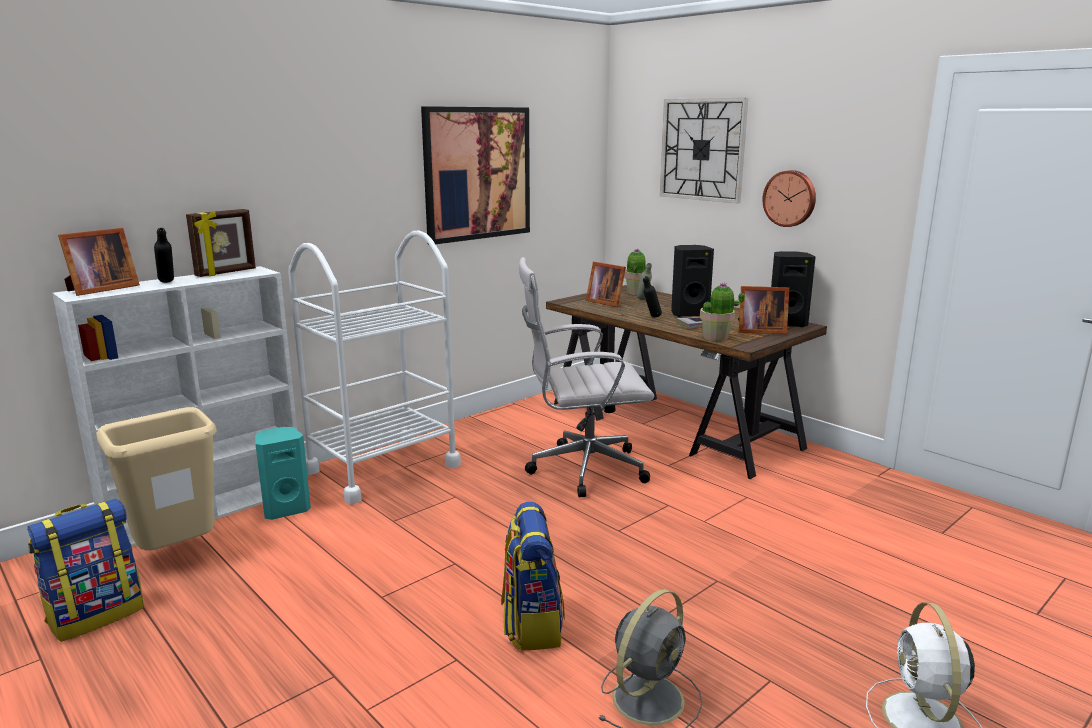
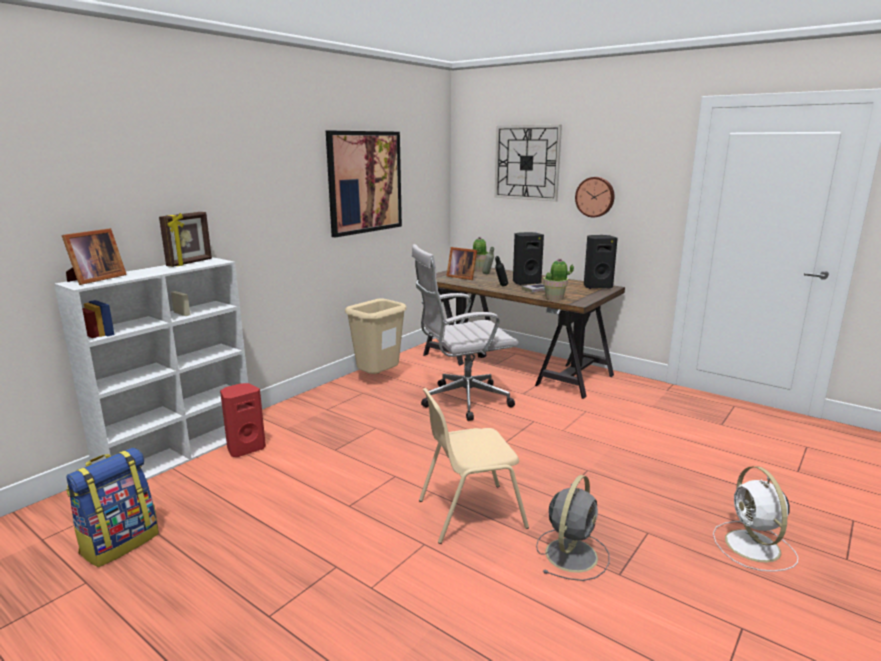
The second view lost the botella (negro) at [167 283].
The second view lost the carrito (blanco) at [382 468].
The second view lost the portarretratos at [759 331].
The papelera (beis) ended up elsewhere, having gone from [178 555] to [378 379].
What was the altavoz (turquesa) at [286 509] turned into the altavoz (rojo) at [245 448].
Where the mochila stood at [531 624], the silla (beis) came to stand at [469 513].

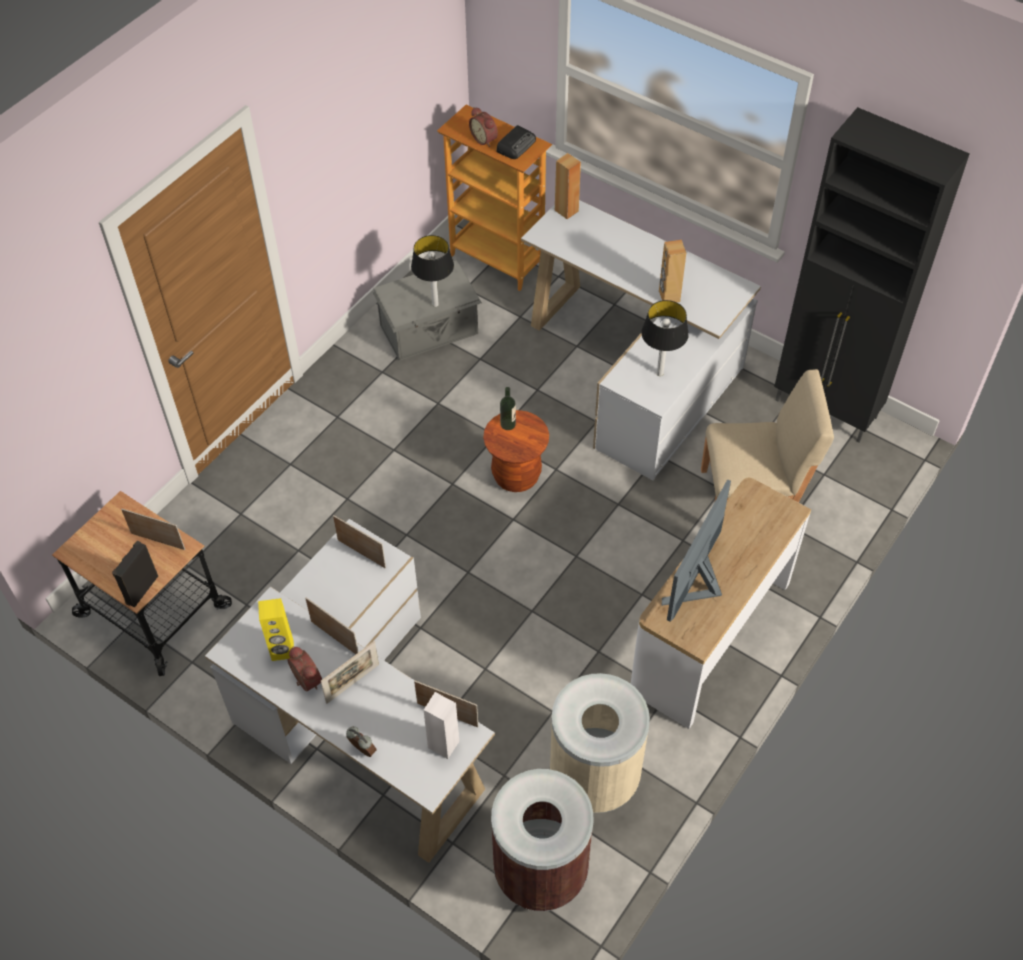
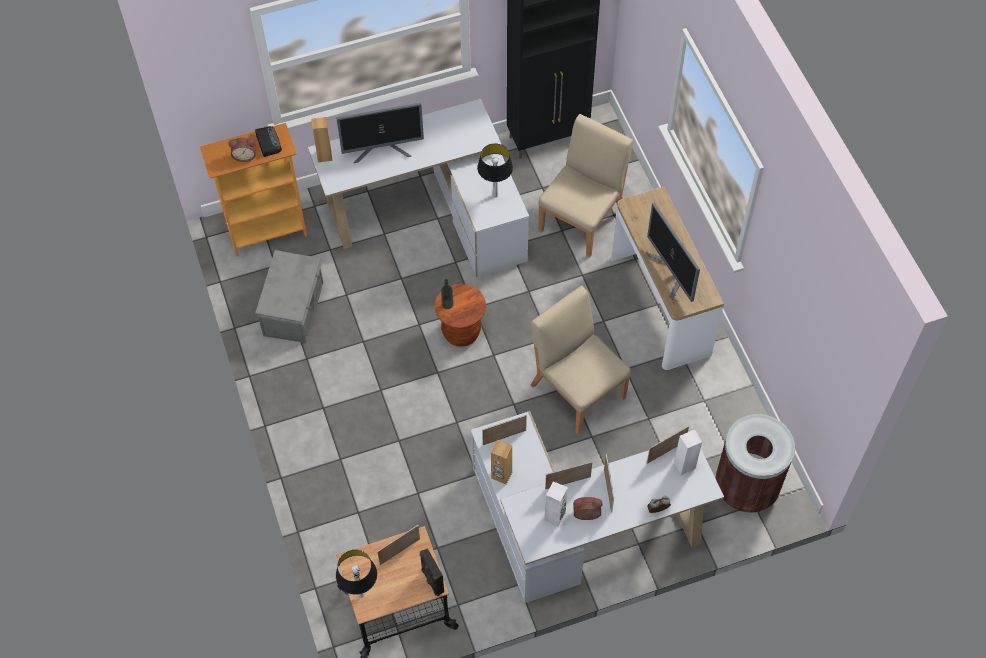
The lámpara de mesa ended up elsewhere, having gone from [435 304] to [360 594].
The altavoz (marrón) ended up elsewhere, having gone from [669 296] to [501 475].
What was the altavoz (amarillo) at [282 650] turned into the altavoz (blanco) at [555 516].
The second view lost the papelera (beis) at [594 776].
The second view gained the monitor at [383 150].
The second view gained the silla (beis) at [577 390].

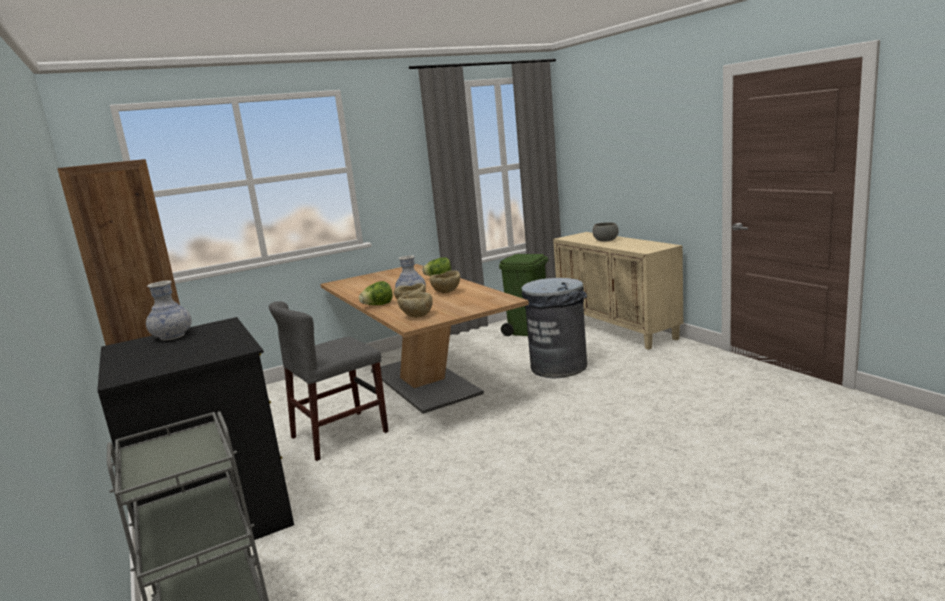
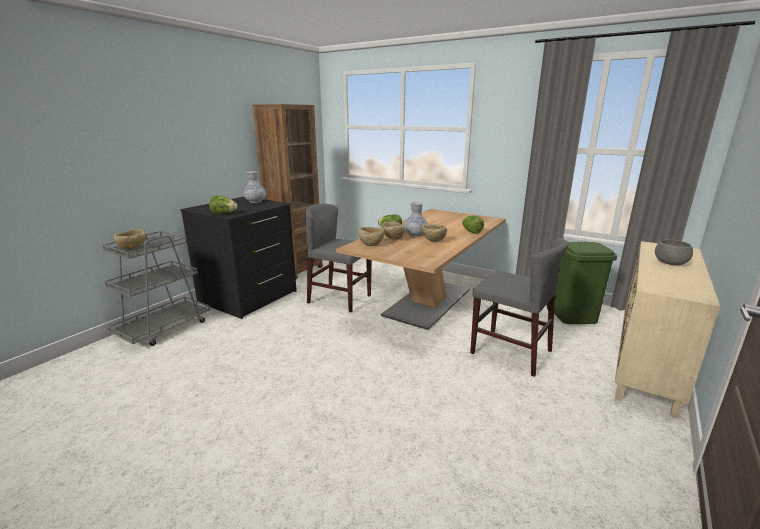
Where the papelera (gris) stood at [558 367], the silla (gris) came to stand at [510 352].
The second view gained the lechuga at [224 214].
The second view gained the cuenco (beis) at [133 249].

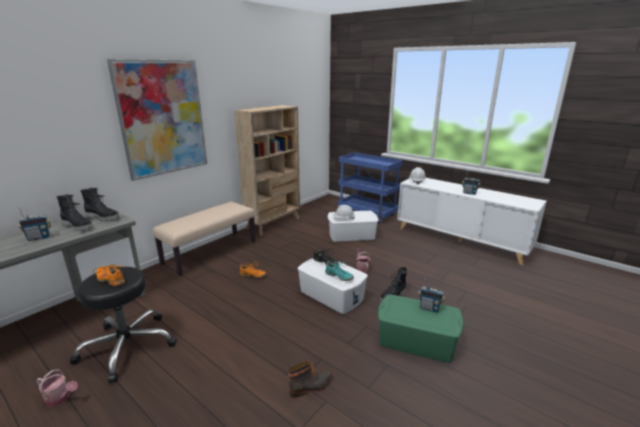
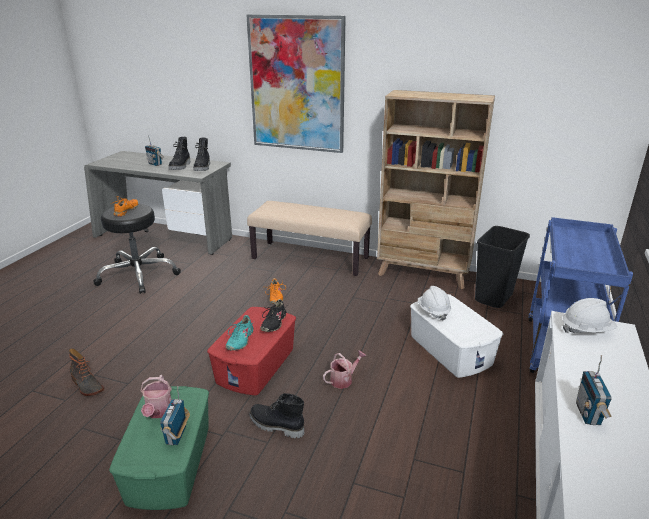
What was the caja de almacenaje (blanco) at [331 295] turned into the caja de almacenaje (rojo) at [256 365].
The regadera ended up elsewhere, having gone from [60 398] to [158 412].
The second view gained the papelera (negro) at [493 297].

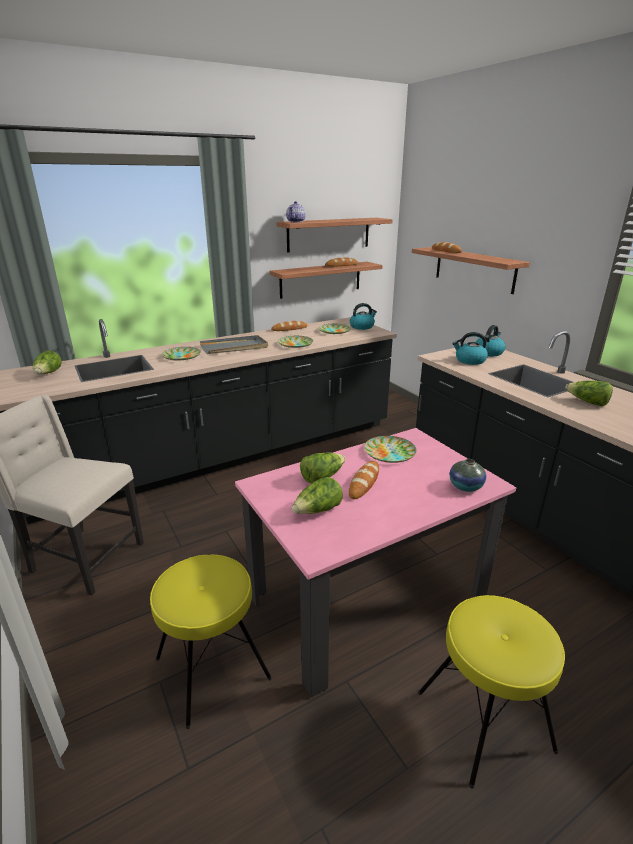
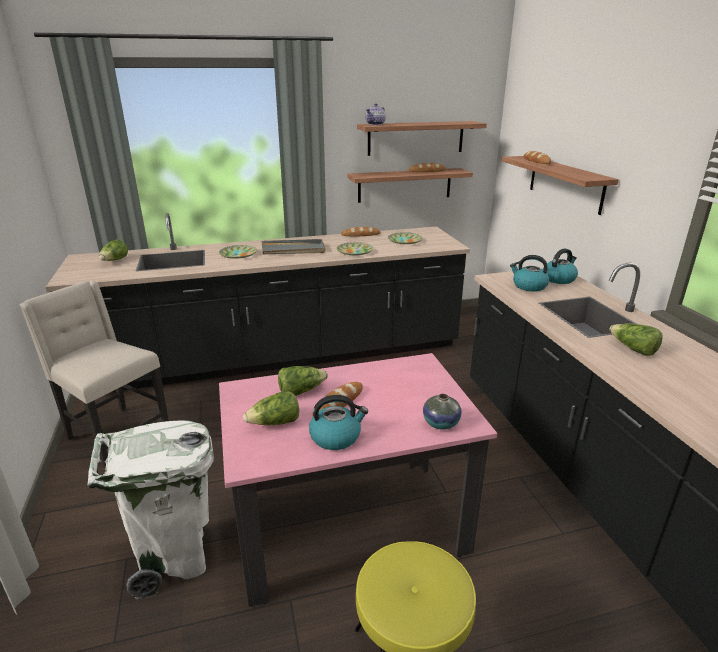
The hervidor ended up elsewhere, having gone from [362 327] to [336 437].
The second view lost the plato at [390 452].
Where the taburete (amarillo) stood at [211 668], the papelera (blanco) came to stand at [175 557].

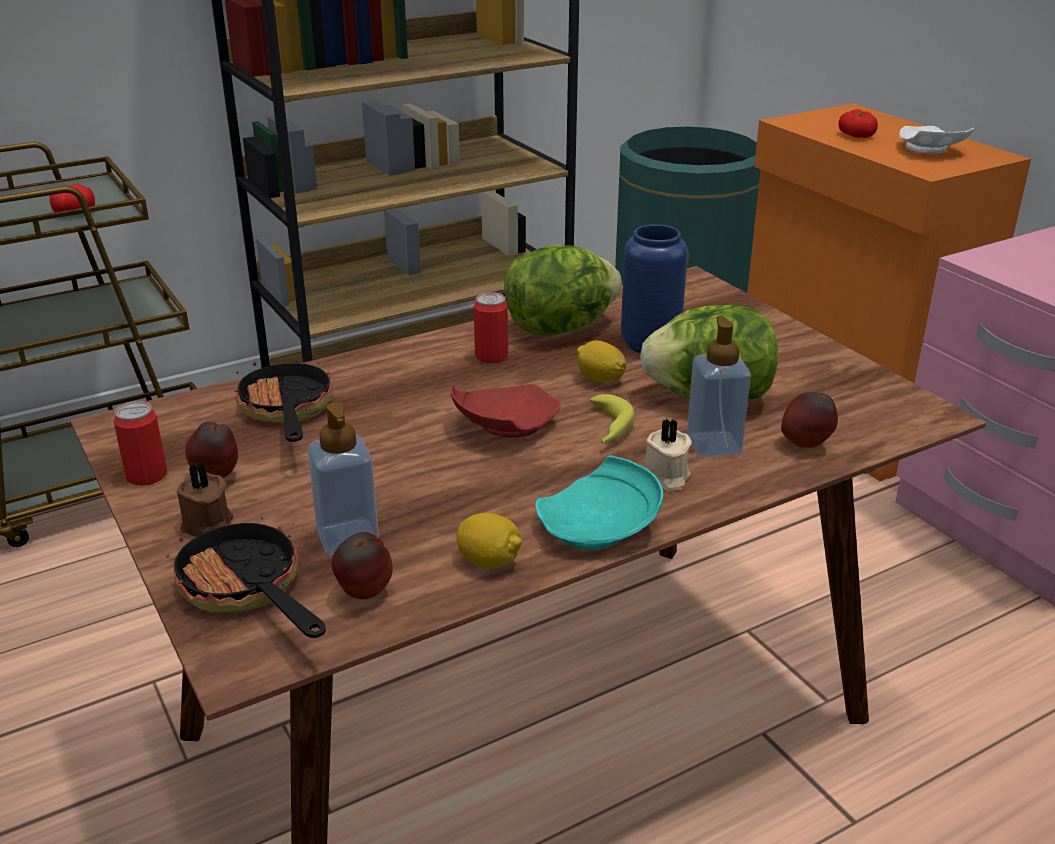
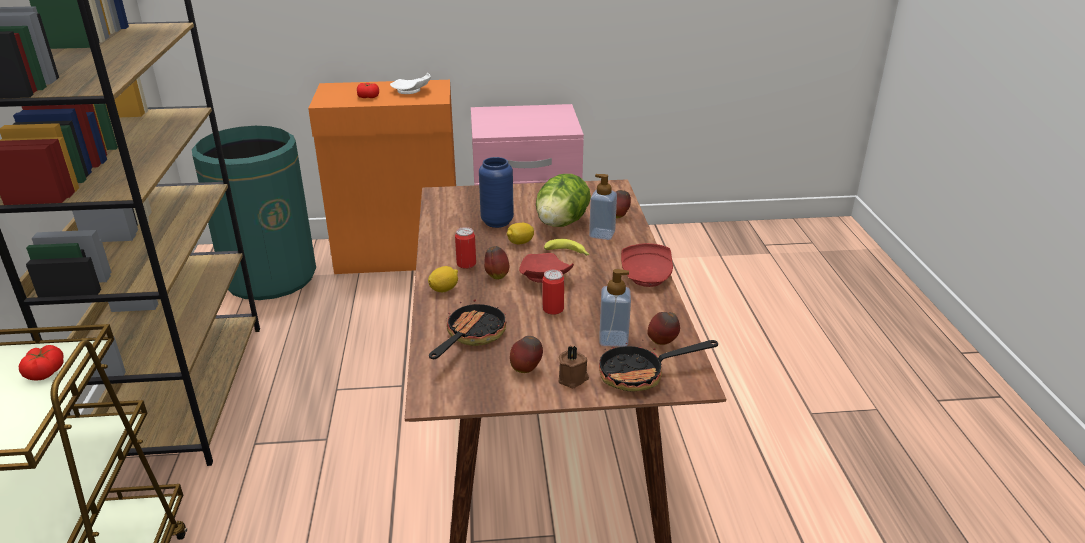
The second view lost the lechuga at [560 328].
The sartén at [287 412] ended up facing another way, 105 degrees clockwise from before.
The lata ended up elsewhere, having gone from [146 475] to [553 309].
The second view lost the vela (beis) at [665 478].
What was the plato (turquesa) at [600 528] turned into the plato (rojo) at [647 276].
The limón ended up elsewhere, having gone from [489 561] to [444 289].
The second view gained the manzana at [496 276].

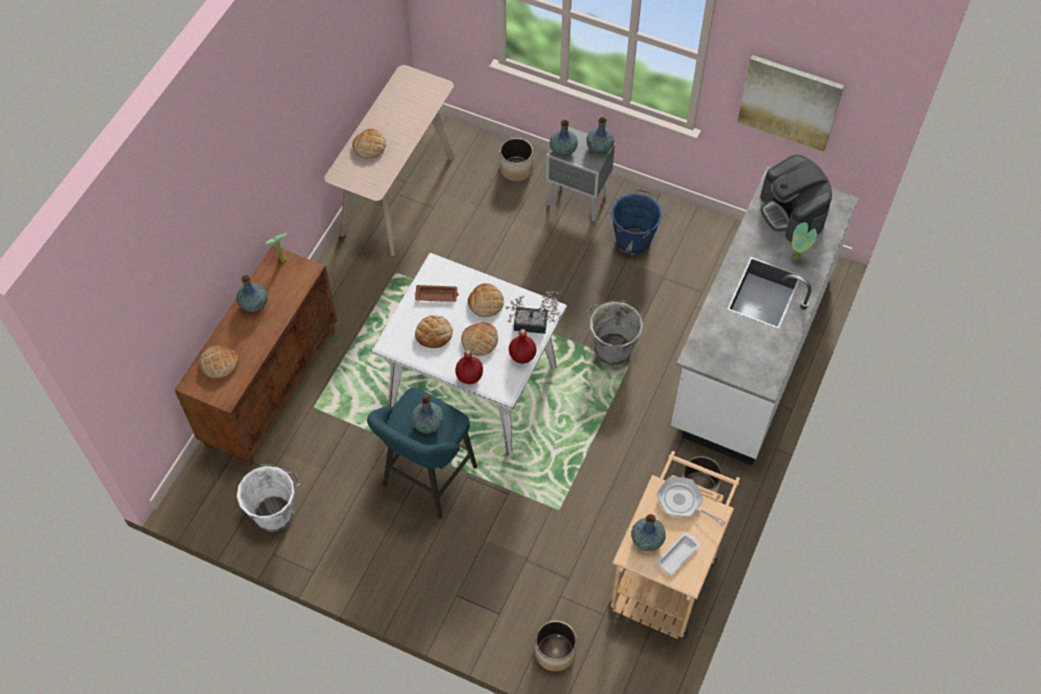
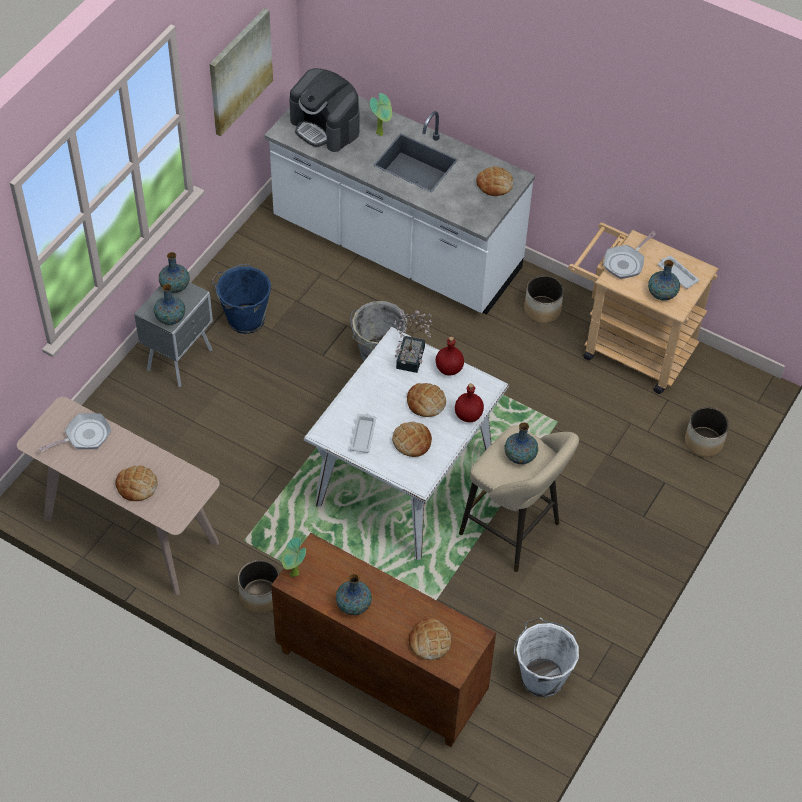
The maceta ended up elsewhere, having gone from [516 169] to [260 595].
The cafetera at [792 212] ended up facing another way, 60 degrees clockwise from before.
The pan ended up elsewhere, having gone from [485 302] to [495 184].
What was the bandeja (marrón) at [437 295] turned into the bandeja (blanco) at [363 434].
What was the taburete (turquesa) at [426 480] turned into the taburete (beis) at [514 531].
The second view gained the sartén at [84 436].

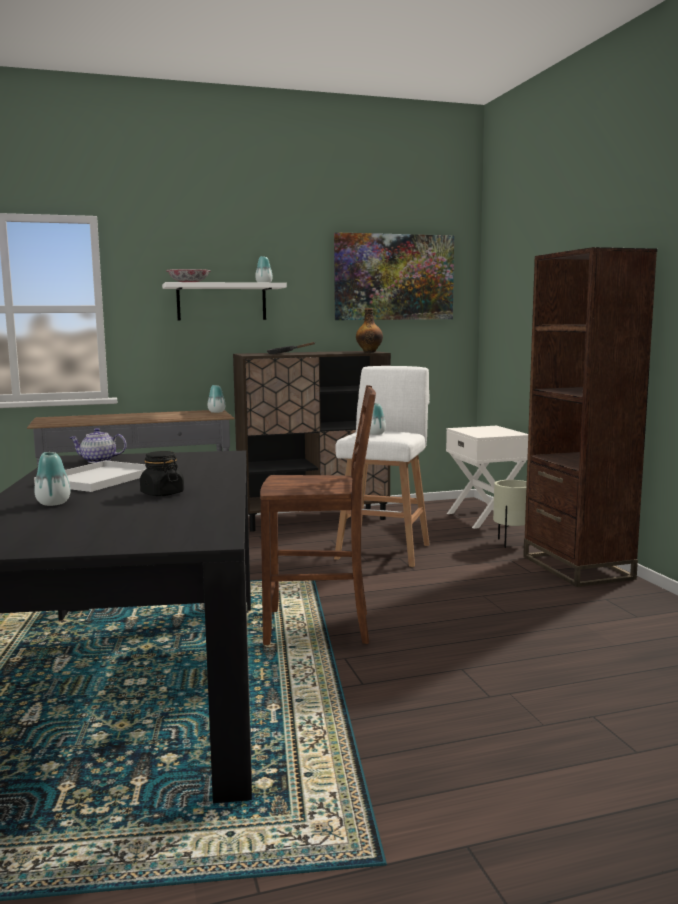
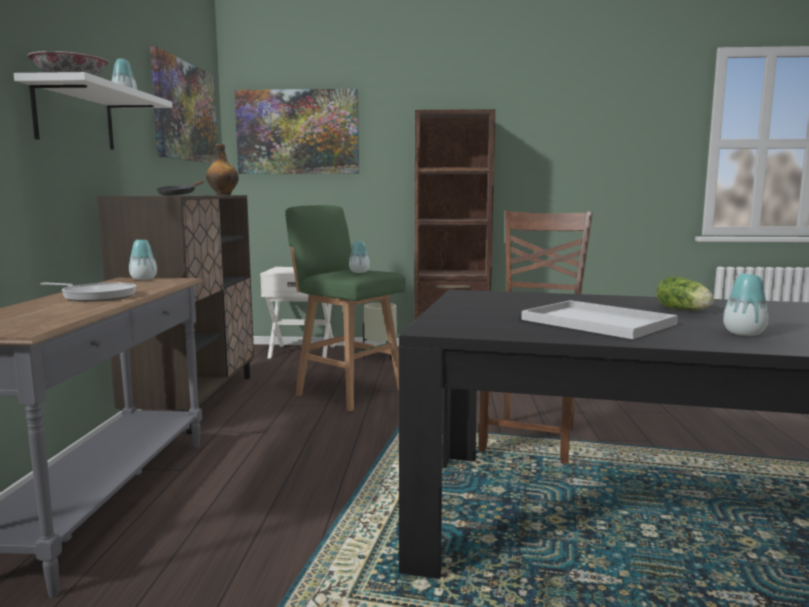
What was the taburete (blanco) at [384 550] turned into the taburete (verde) at [347 392].
The second view lost the tetera at [98 461].
Where the tarro (negro) stood at [162 493], the lechuga came to stand at [684 310].
The second view gained the cuadro at [297 132].
The second view gained the sartén at [96 296].

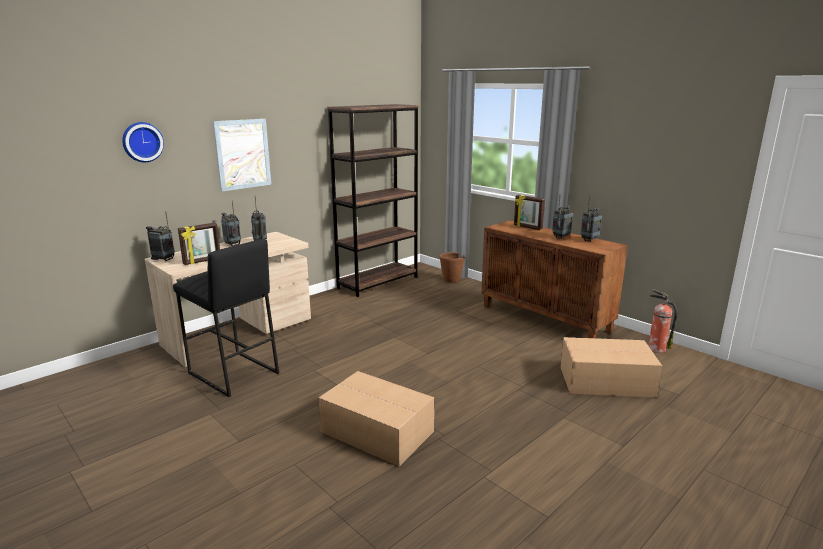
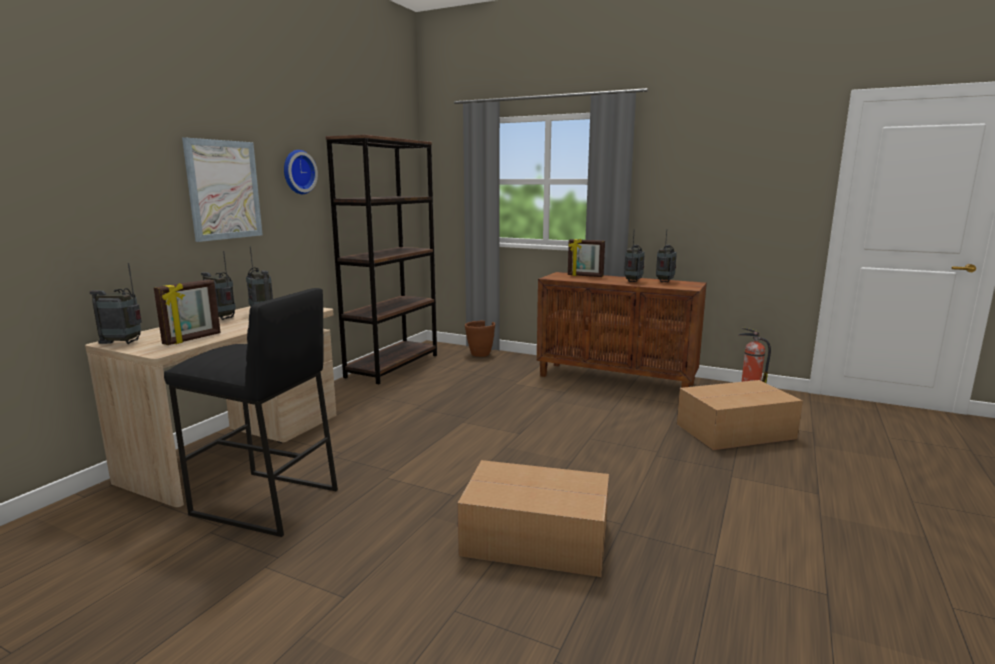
The reloj de pared ended up elsewhere, having gone from [142 142] to [297 172].

